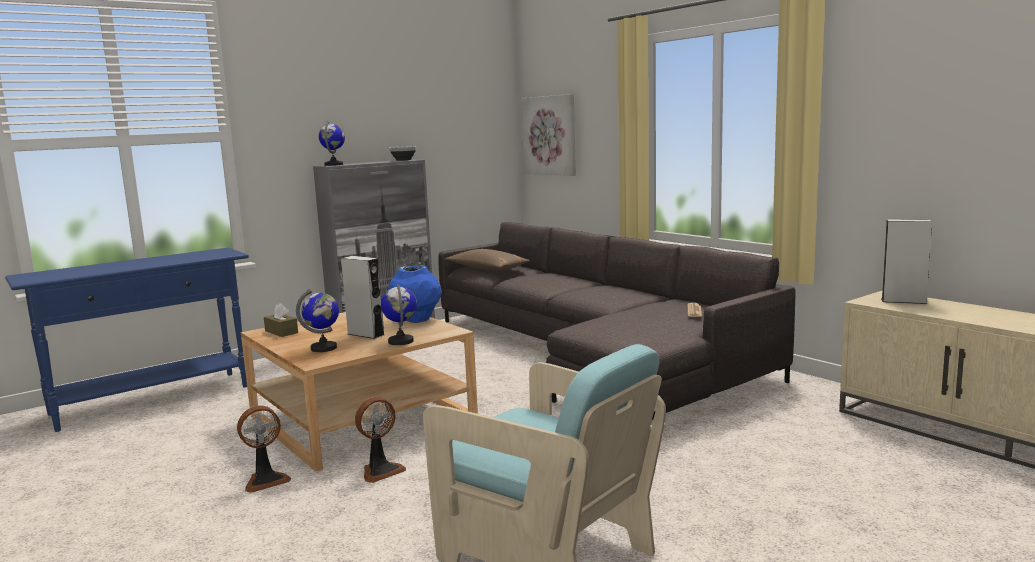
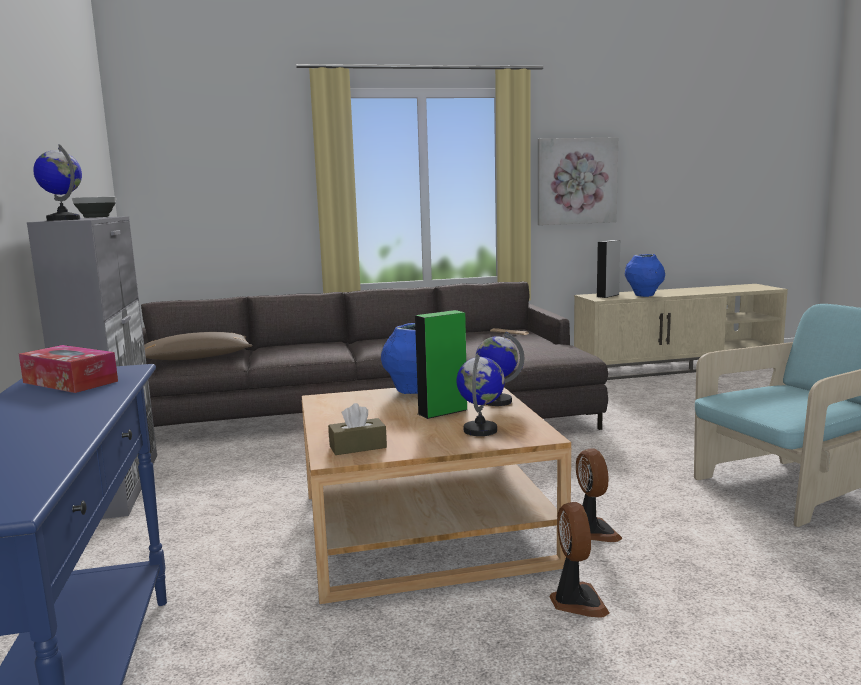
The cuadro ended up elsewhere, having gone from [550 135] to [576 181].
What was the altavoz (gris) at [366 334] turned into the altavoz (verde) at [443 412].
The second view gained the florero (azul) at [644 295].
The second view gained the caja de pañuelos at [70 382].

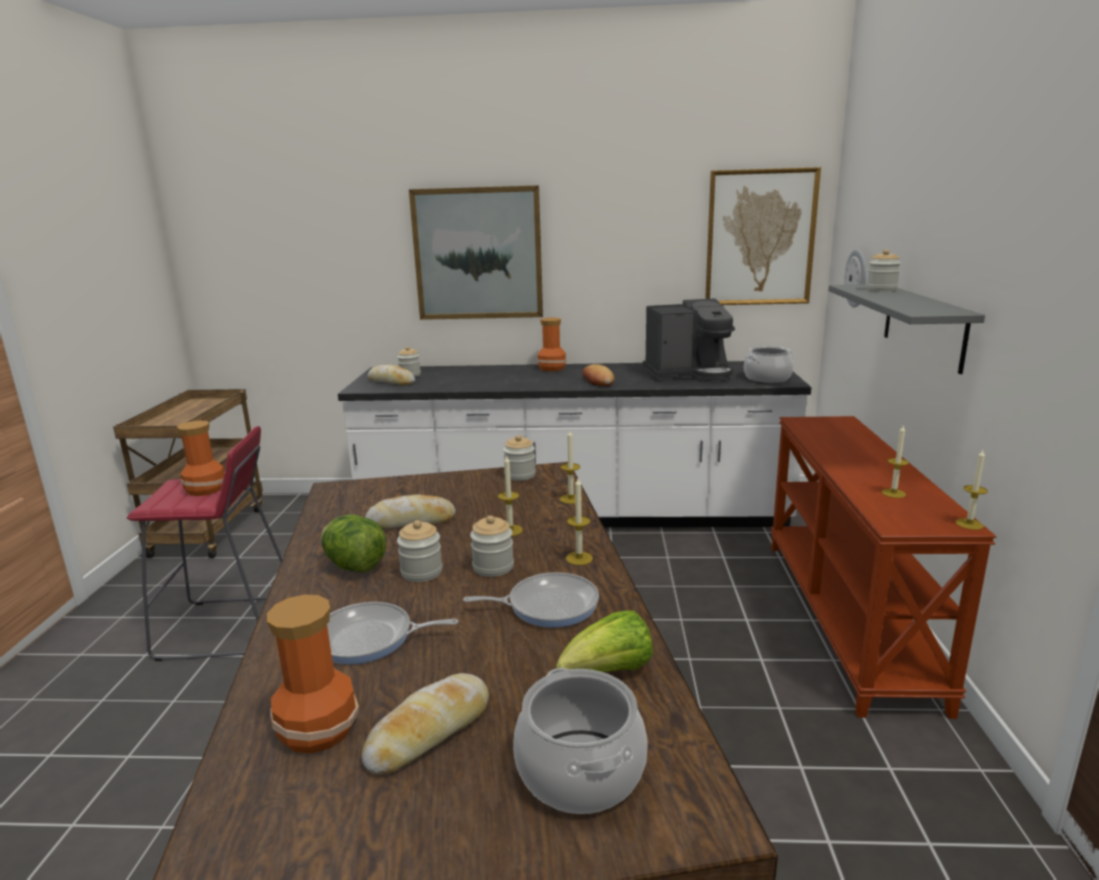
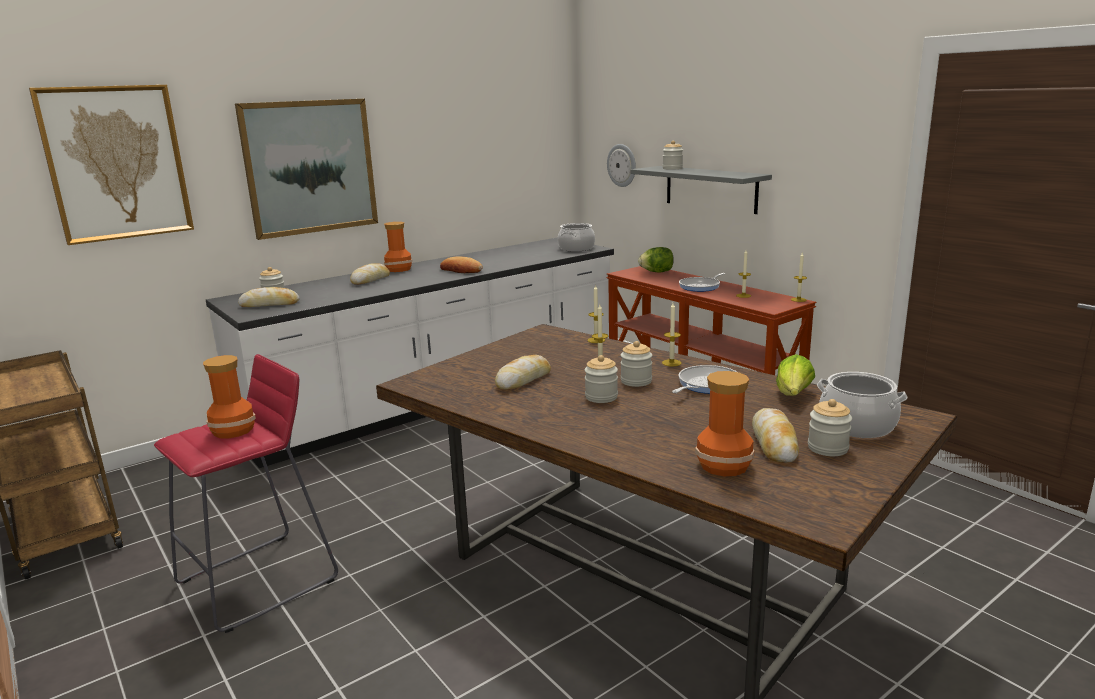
The cuadro ended up elsewhere, having gone from [760 238] to [116 163].
The second view lost the cafetera at [689 373].
The tarro ended up elsewhere, having gone from [520 475] to [827 448].
The lechuga ended up elsewhere, having gone from [355 566] to [657 272].
The sartén ended up elsewhere, having gone from [369 639] to [701 286].
The second view gained the pan at [370 280].

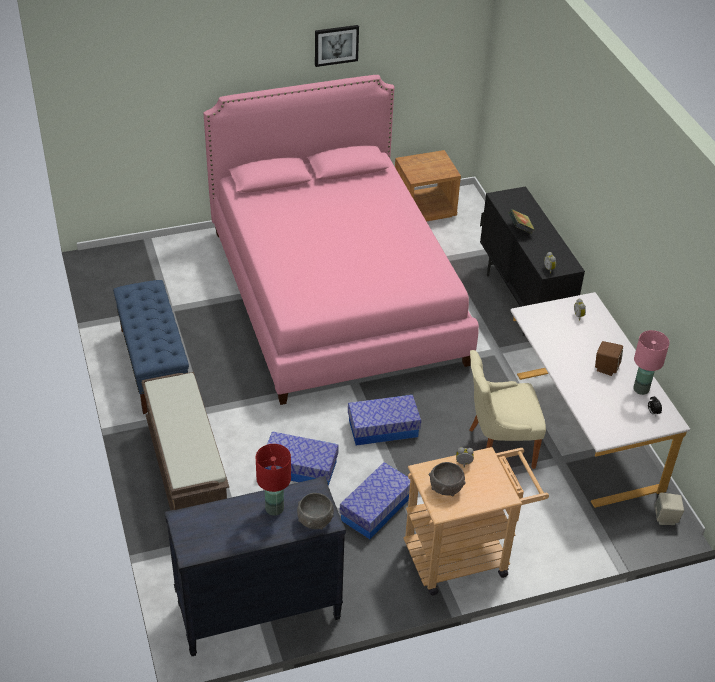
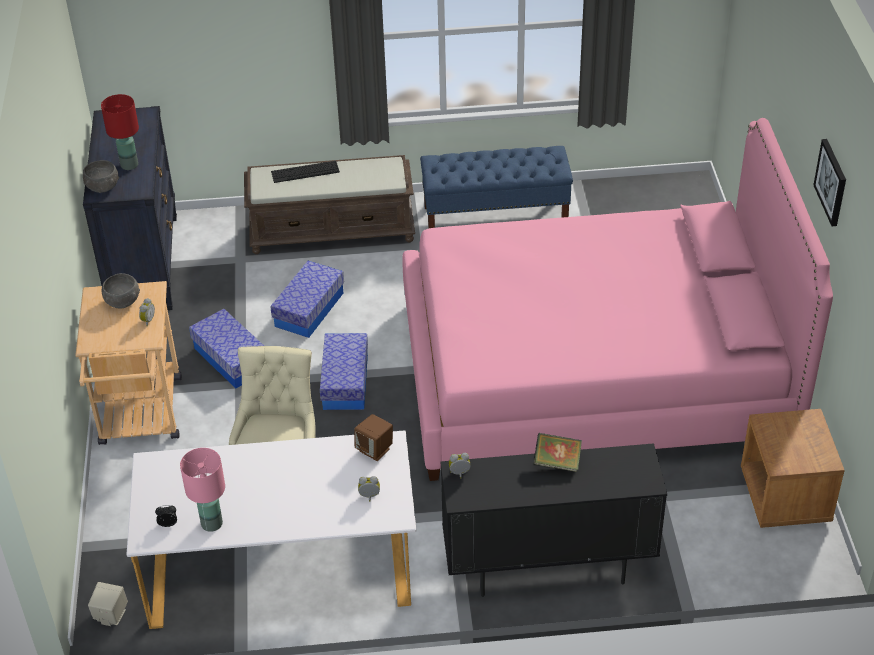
The altavoz (marrón) ended up elsewhere, having gone from [606 367] to [375 450].
The second view gained the teclado at [305 172].

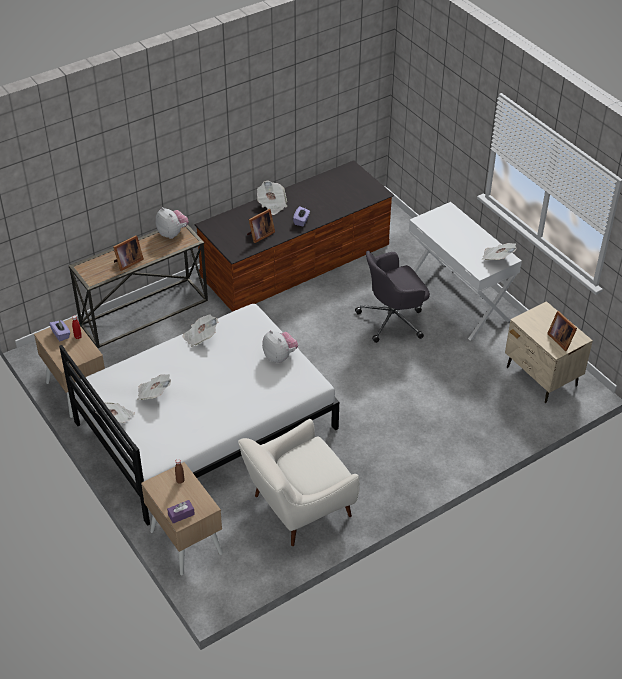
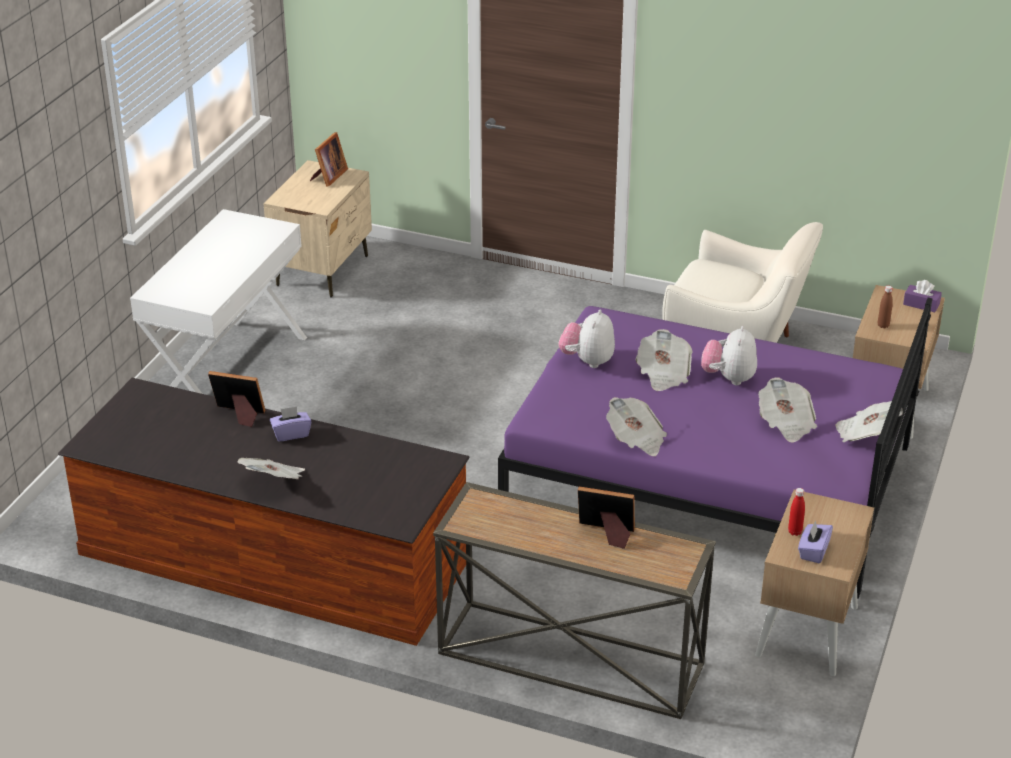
The peluche ended up elsewhere, having gone from [172 233] to [728 378].
The portarretratos ended up elsewhere, having gone from [259 235] to [239 415].
The periódico ended up elsewhere, having gone from [497 258] to [663 374].
The second view lost the silla de oficina (gris) at [393 319].
What was the cama (blanco) at [205 425] turned into the cama (morado) at [708 477].

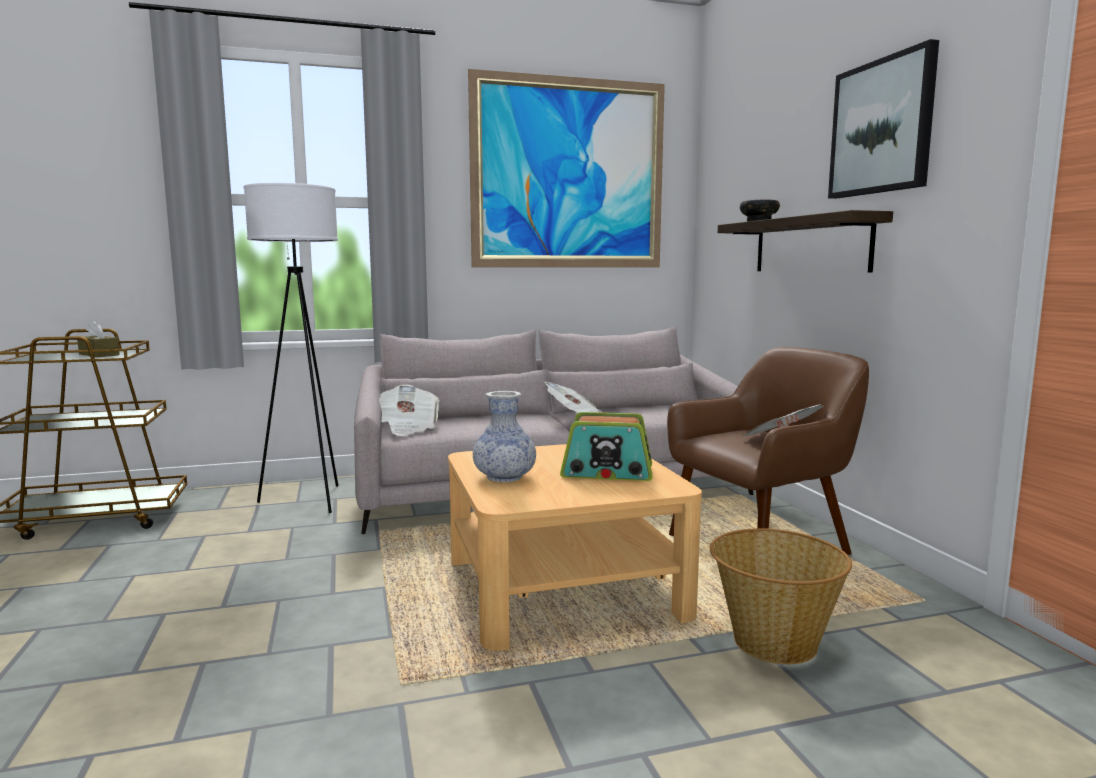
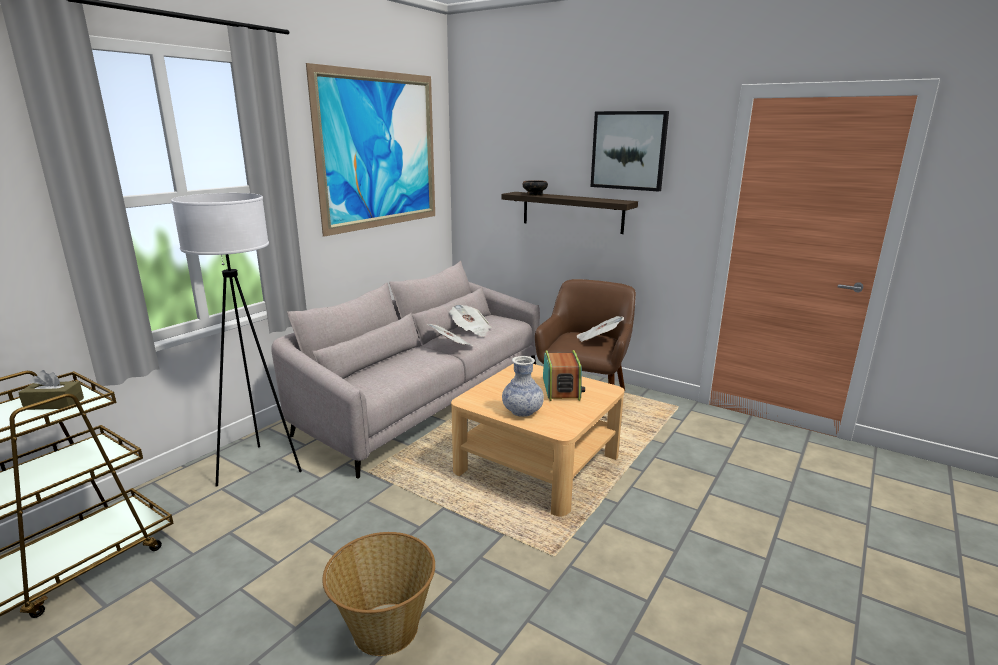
The periódico ended up elsewhere, having gone from [408 428] to [470 331].
The radio at [607 472] ended up facing another way, 60 degrees counterclockwise from before.
The cesta ended up elsewhere, having gone from [773 641] to [384 628].

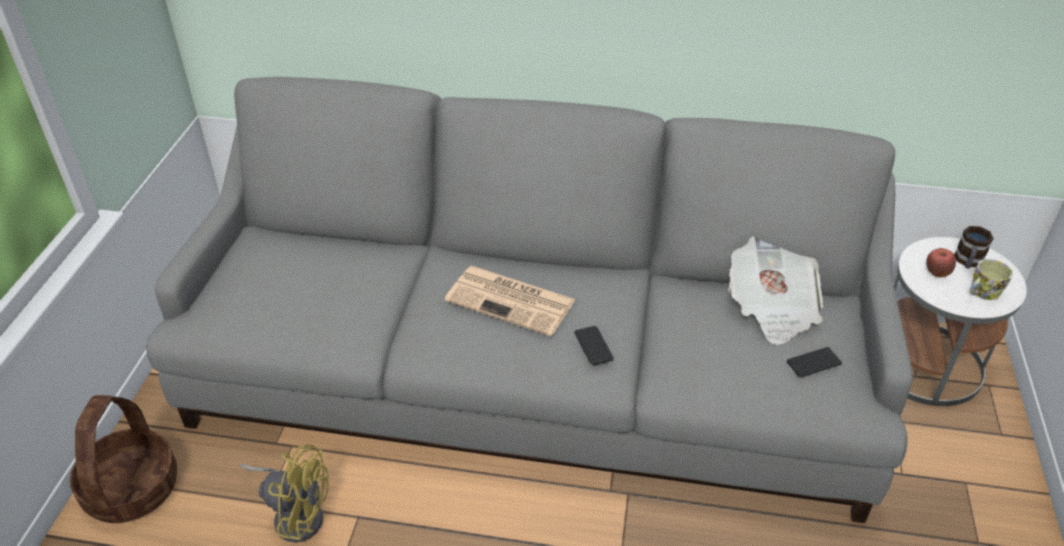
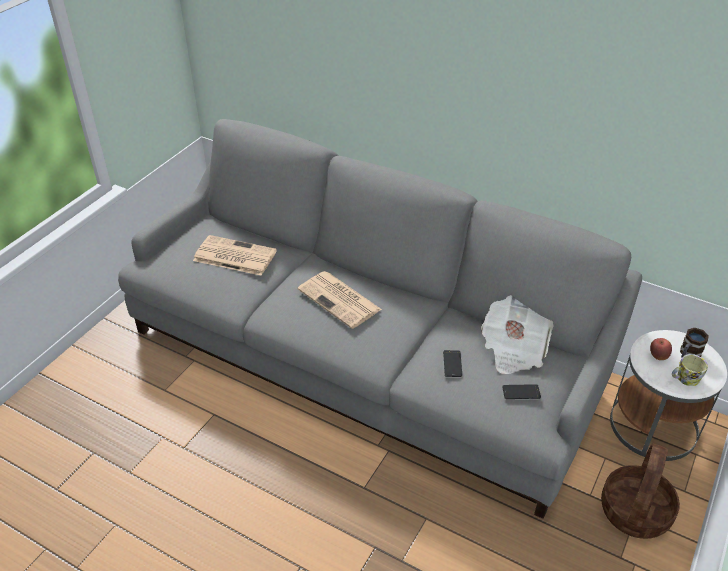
The móvil ended up elsewhere, having gone from [593 346] to [452 364].
The cesta ended up elsewhere, having gone from [132 489] to [635 511].
The second view lost the ventilador (amarillo) at [296 514].
The second view gained the periódico at [233 256].

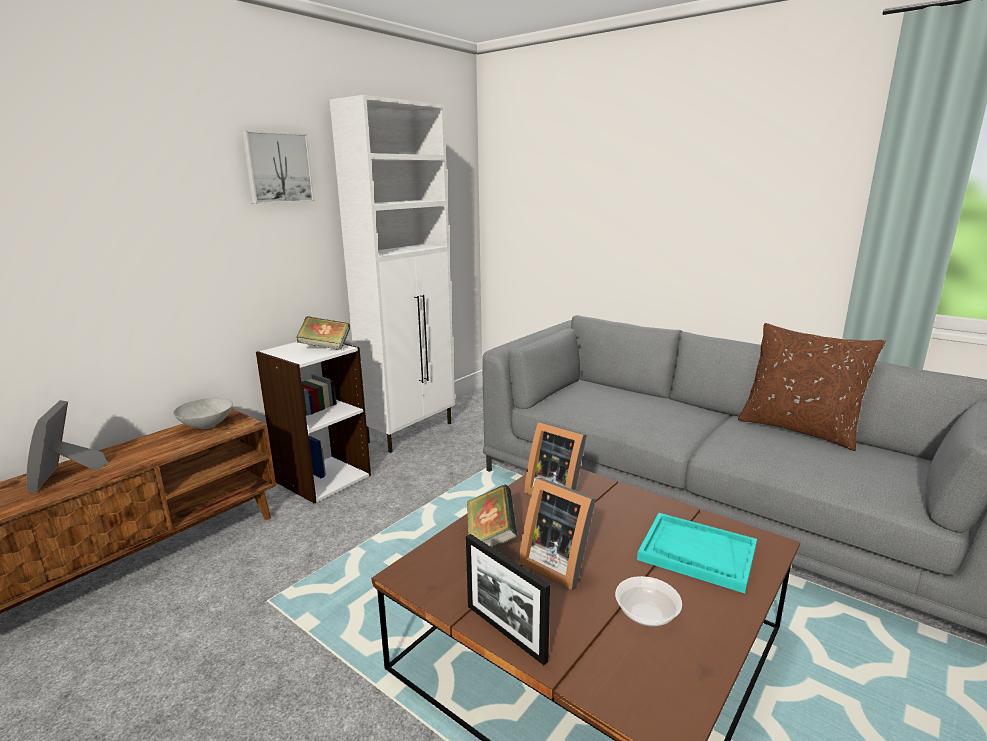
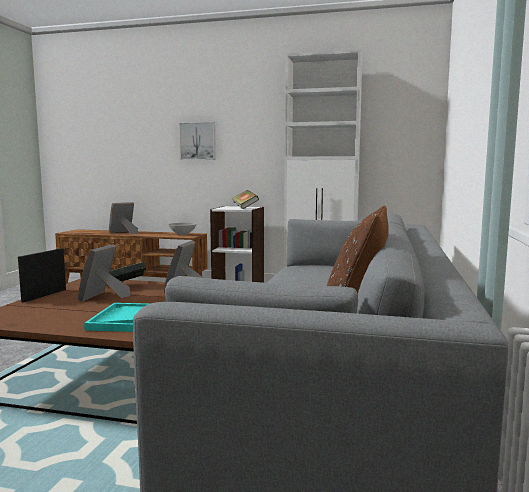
The cuadro ended up elsewhere, having gone from [277 168] to [198 141].
The second view lost the cuenco at [647 614].

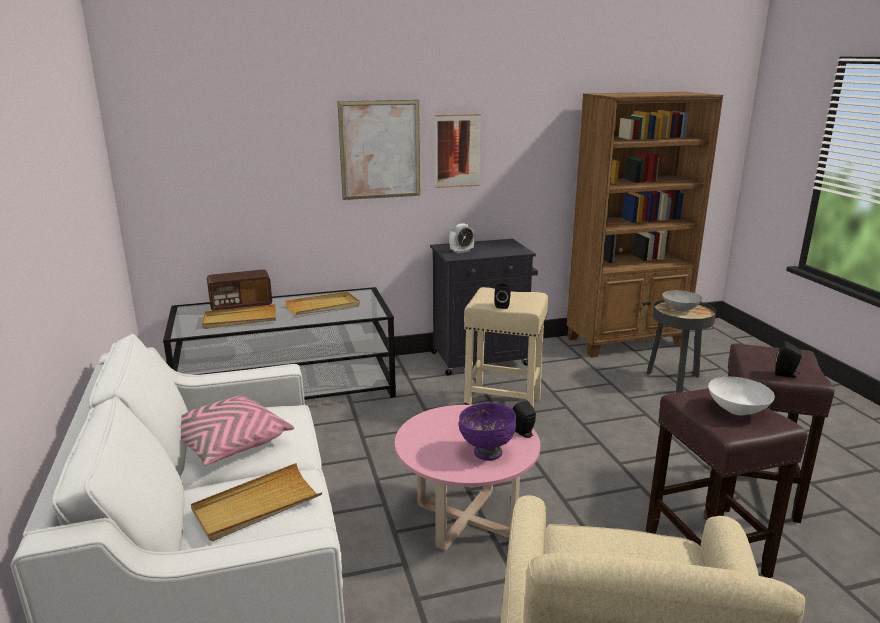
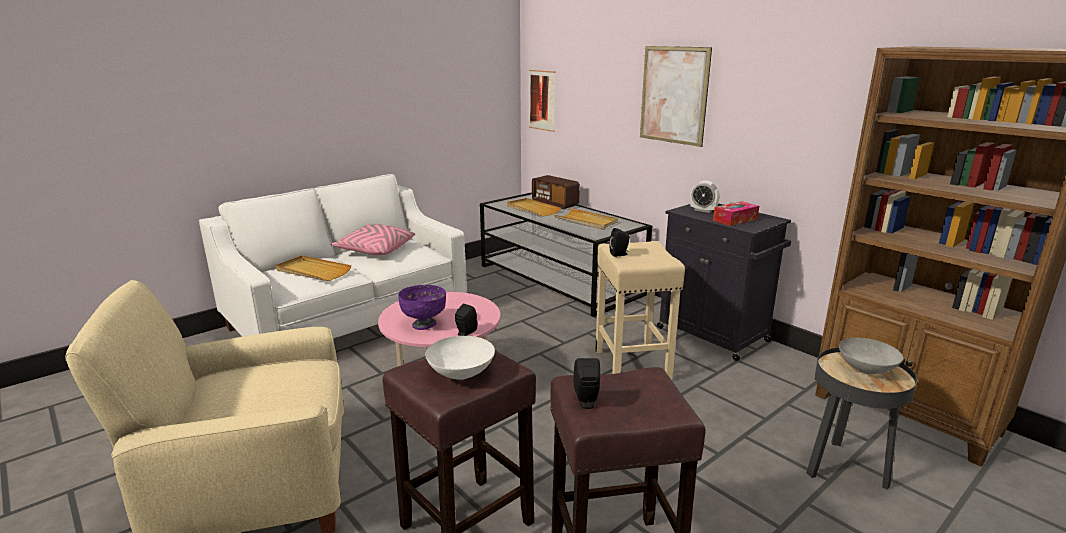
The cuadro ended up elsewhere, having gone from [457 151] to [542 100].
The second view gained the caja de pañuelos at [735 220].

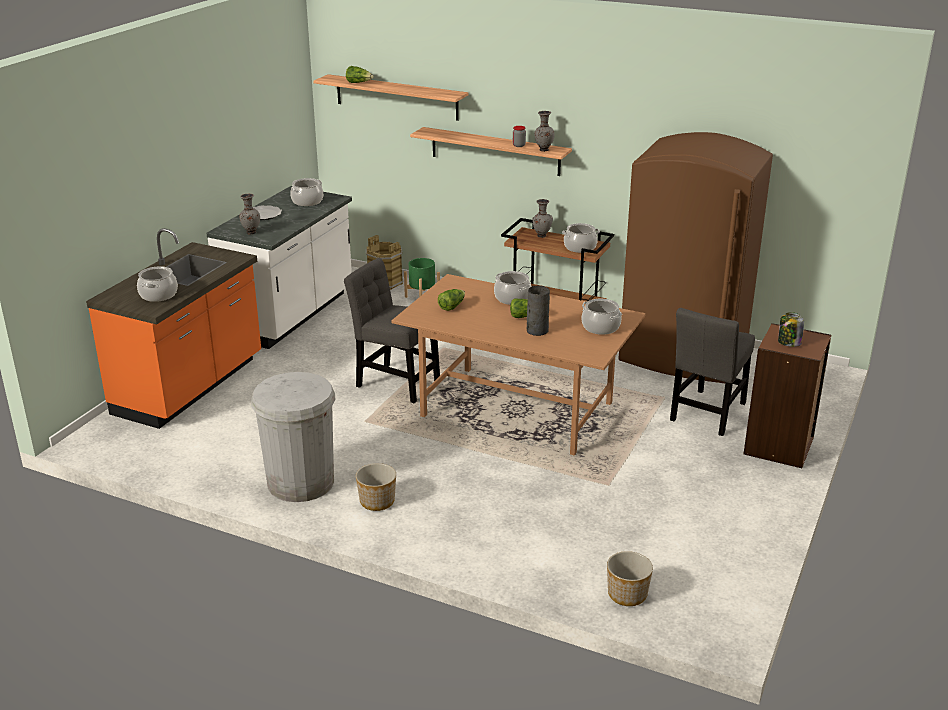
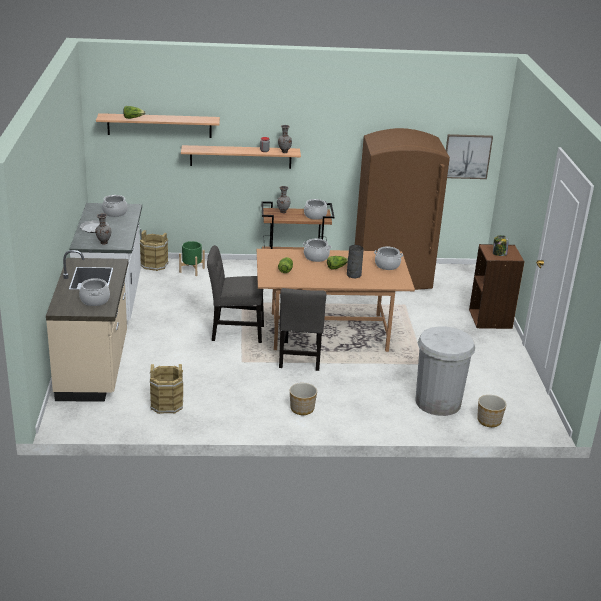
What was the mueble bajo de cocina (naranja) at [190 387] turned into the mueble bajo de cocina (beis) at [94 368].
The silla (gris) ended up elsewhere, having gone from [707 414] to [300 357].
The papelera (blanco) ended up elsewhere, having gone from [300 482] to [438 402].
The second view gained the cuadro at [467 156].
The second view gained the cubo (marrón) at [167 404].

